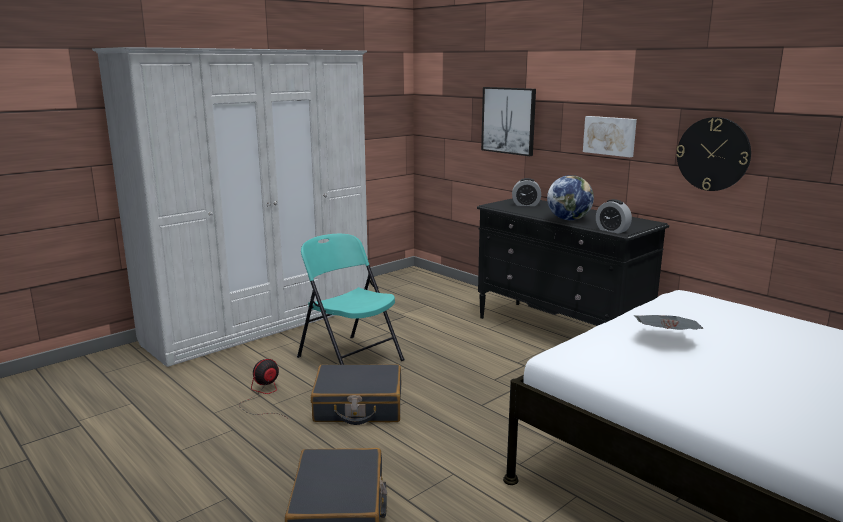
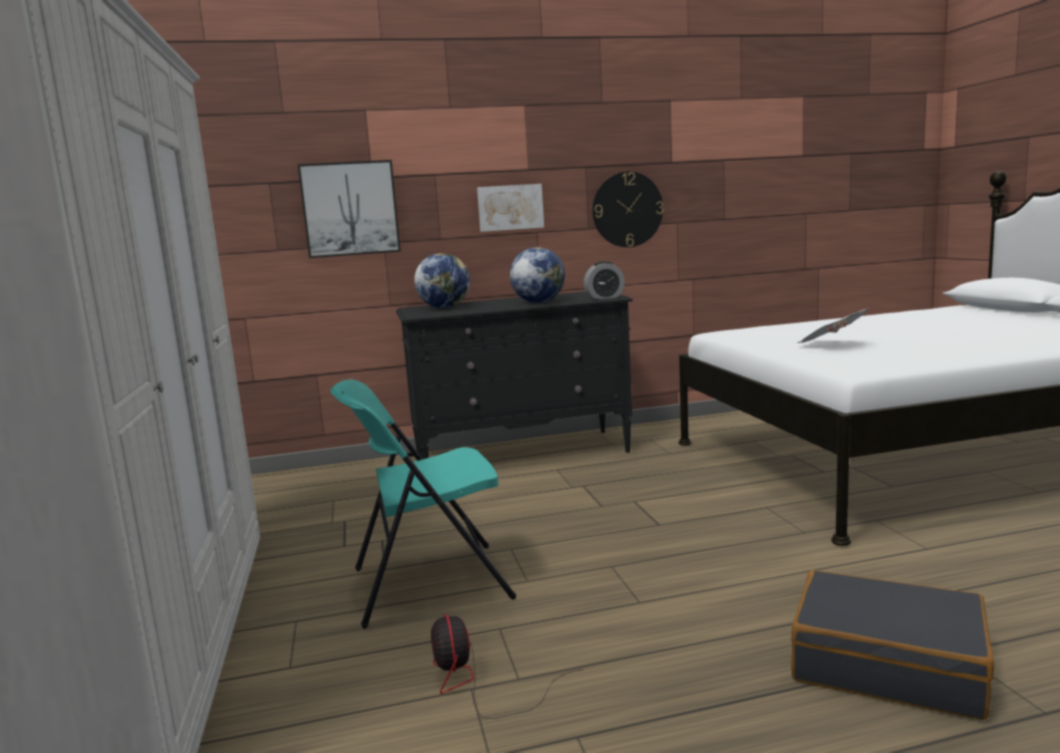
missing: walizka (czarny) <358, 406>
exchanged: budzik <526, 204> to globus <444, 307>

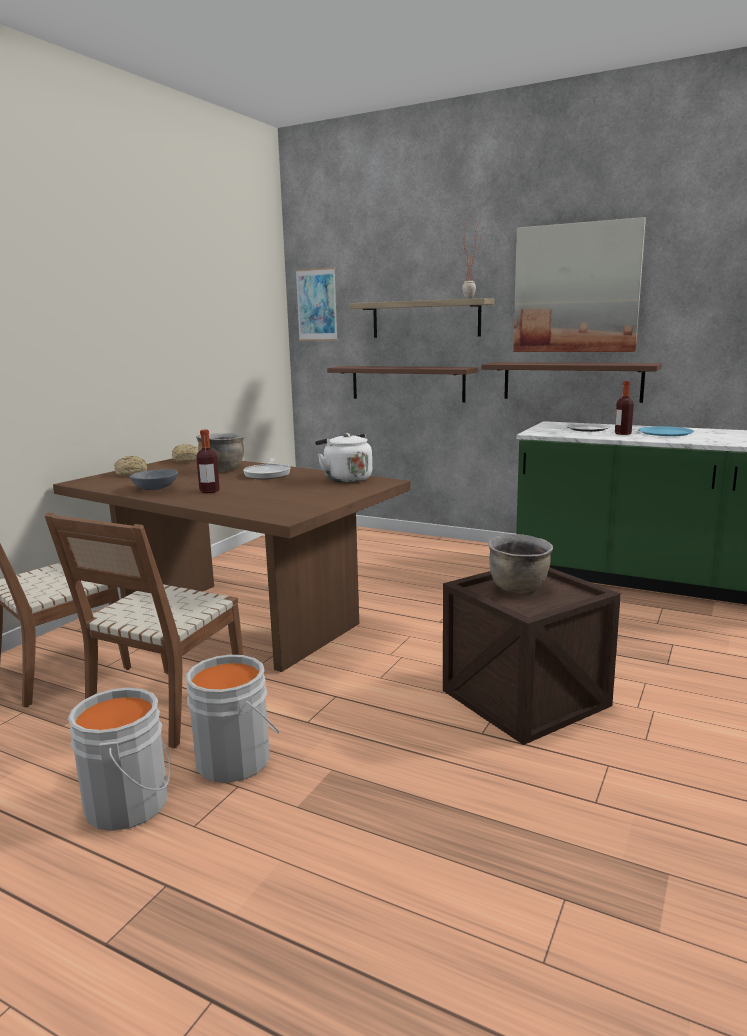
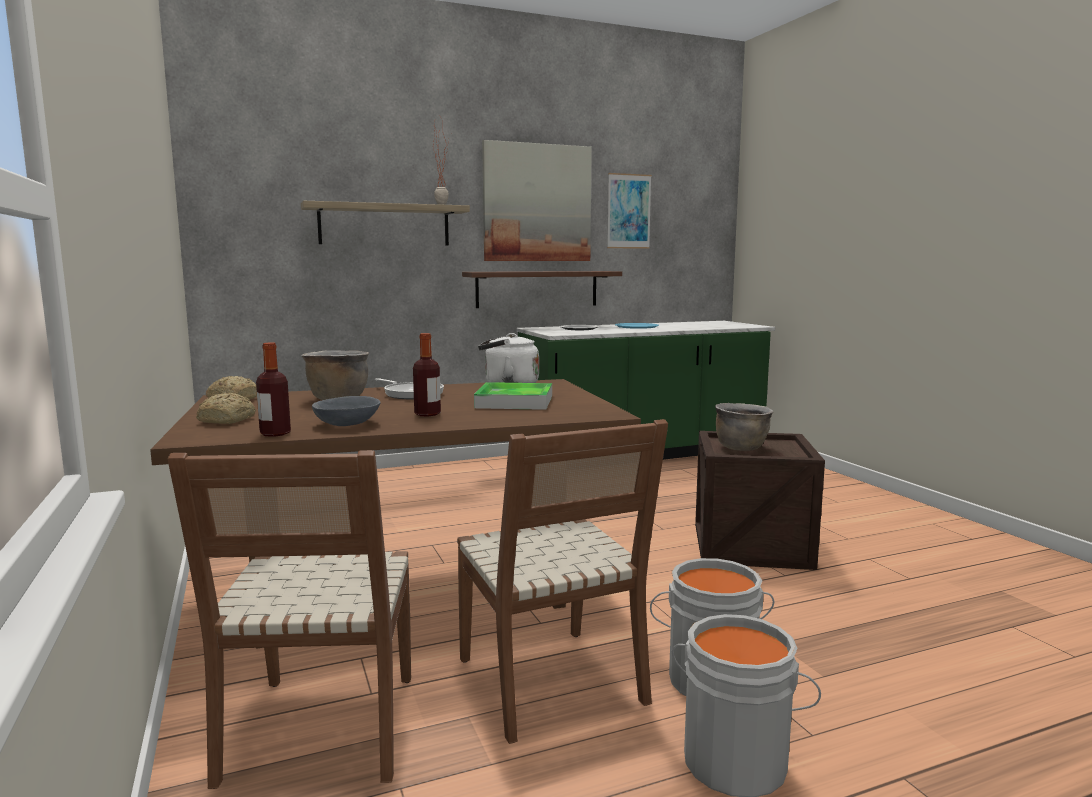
missing: półka (brązowy) <407, 383>
appeared: taca <514, 402>
relocated: obraz <317, 305> to <629, 211>; butelka <622, 433> to <275, 433>

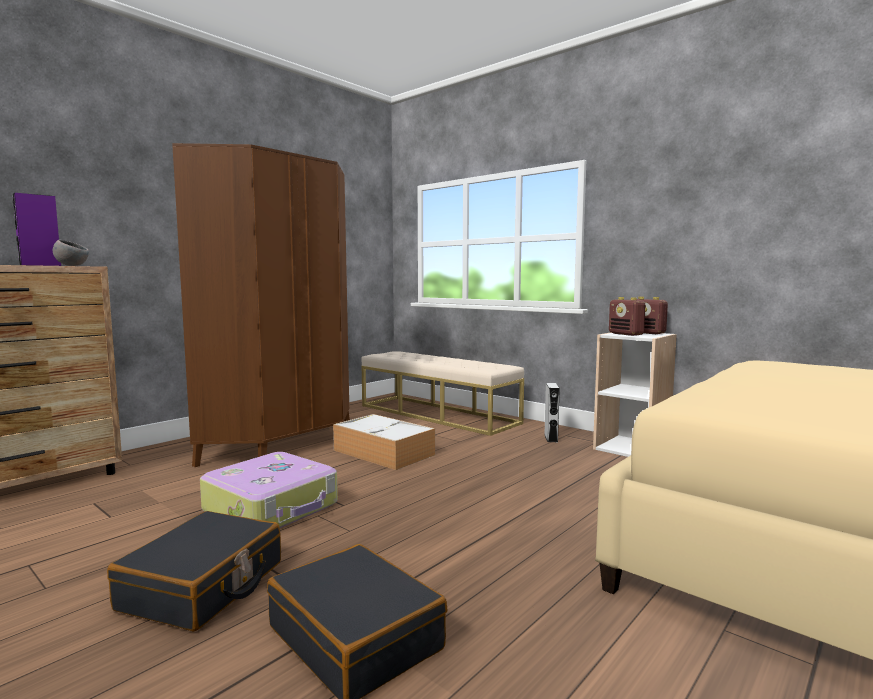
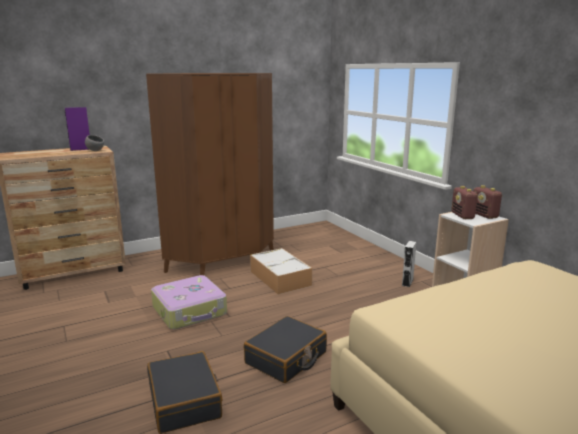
missing: ławka (beżowy) <437, 414>
relocated: walizka (czarny) <203, 586> to <286, 358>

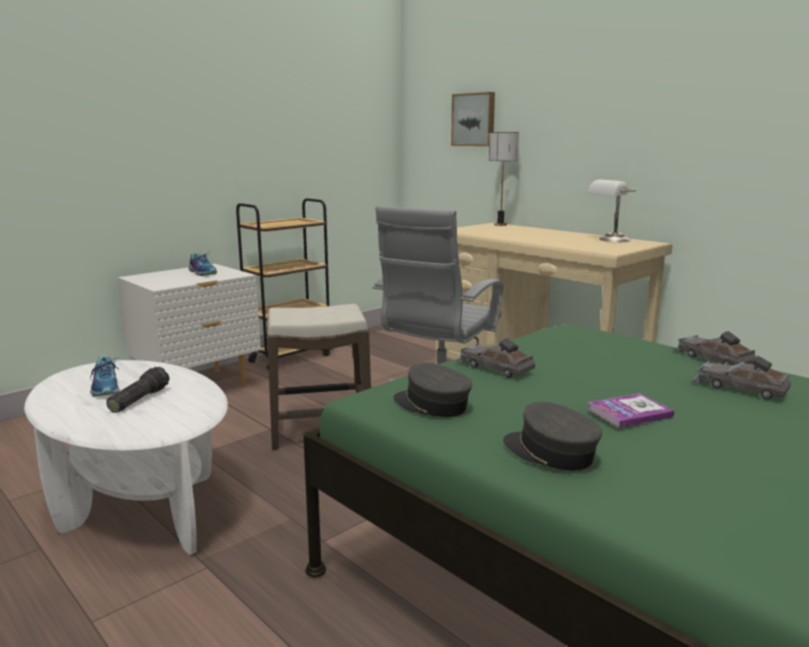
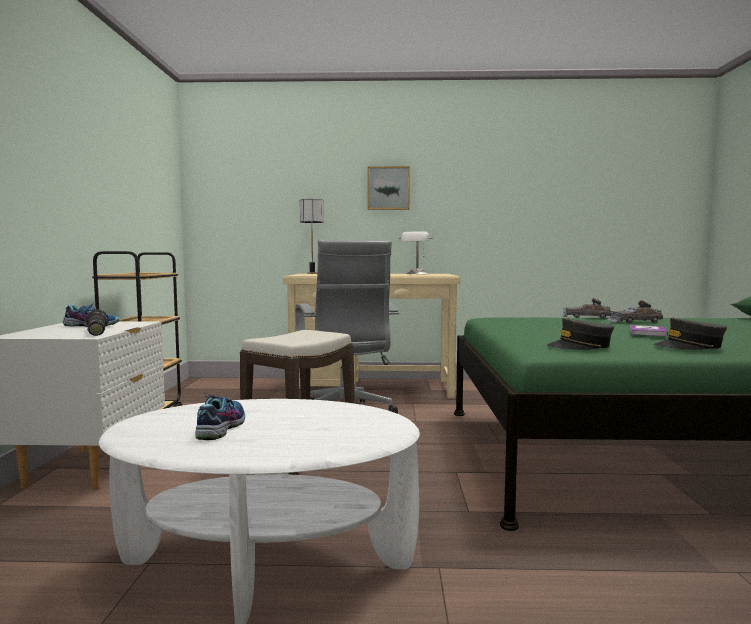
missing: samochodzik (szary) <494, 367>
relocated: obraz <474, 119> to <388, 188>; latarka <138, 399> to <96, 332>
spun: but <106, 387> = <220, 427> 105 degrees counterclockwise

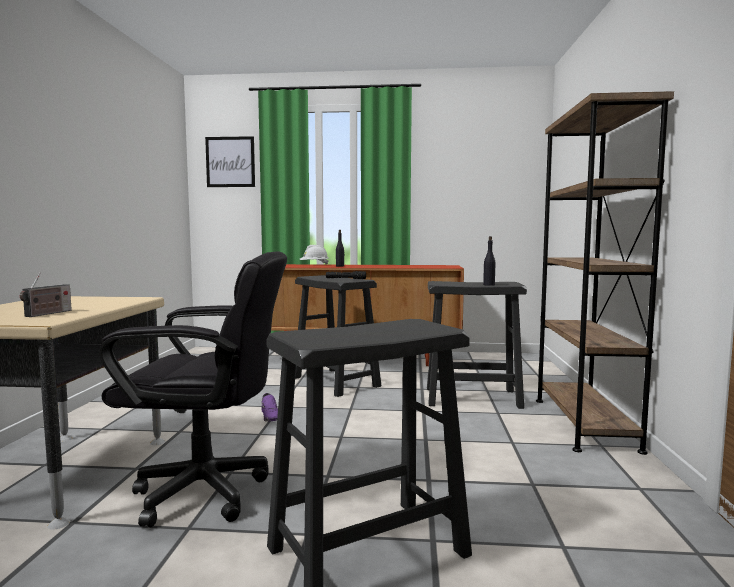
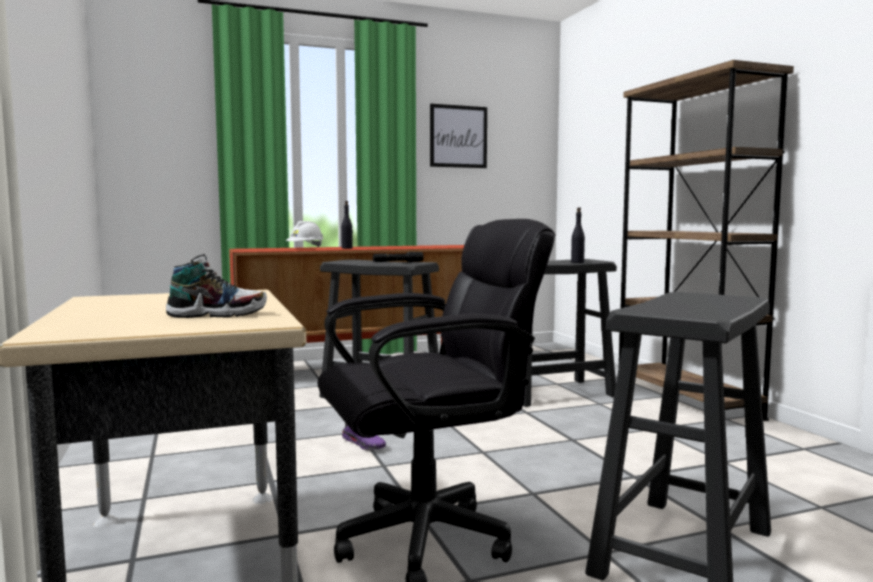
relocated: obraz <230, 162> to <458, 136>
exchanged: radio <47, 314> to but <217, 315>

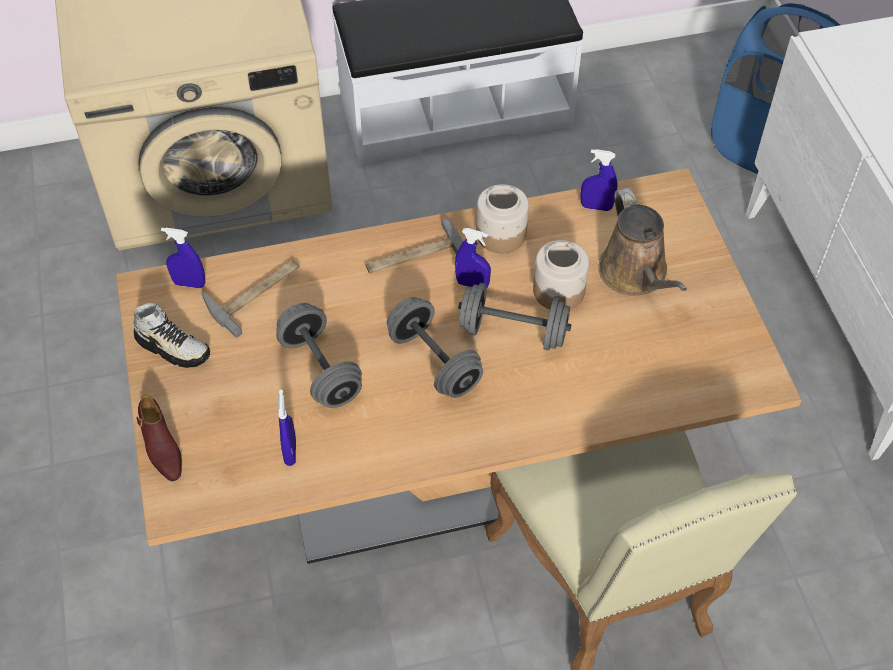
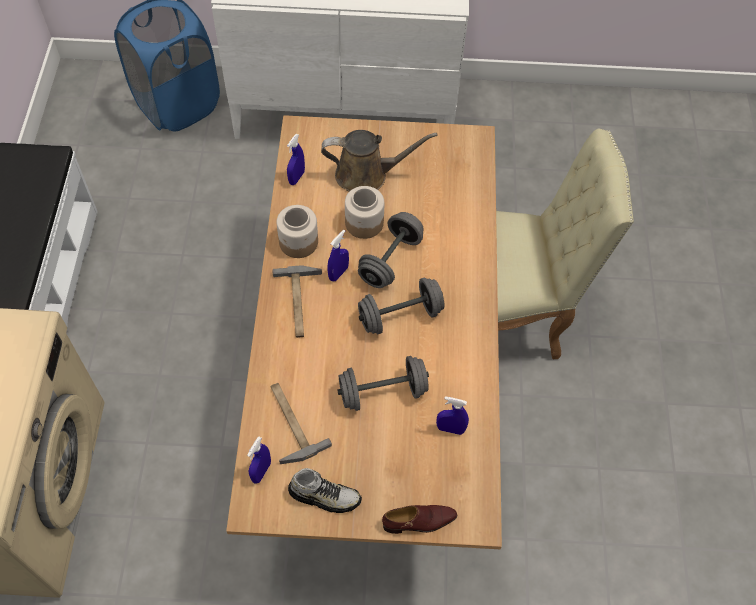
spun: but <173, 348> = <325, 496> 60 degrees clockwise

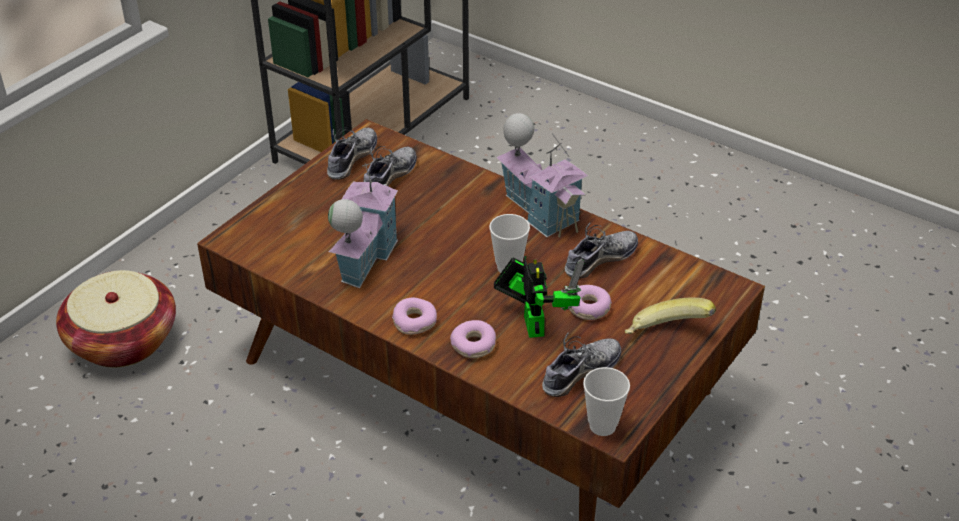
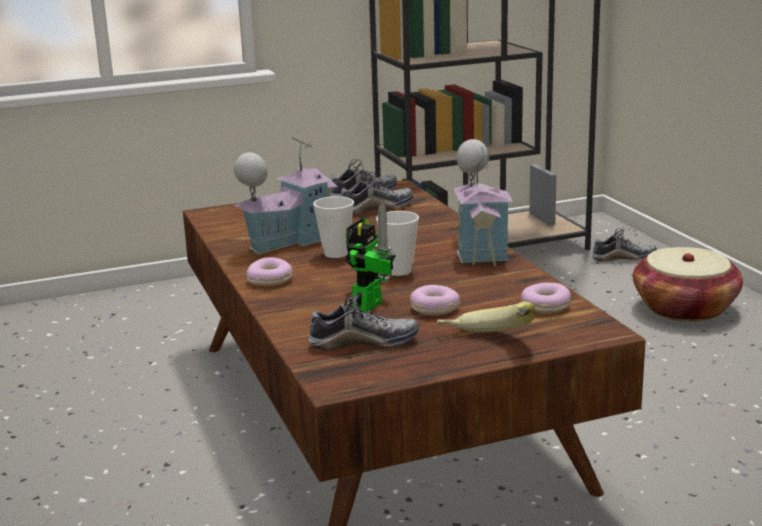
relocated: but <600, 260> to <623, 258>; koszyk <123, 341> to <684, 308>; donut <474, 345> to <545, 306>; filiżanka <602, 426> to <336, 253>

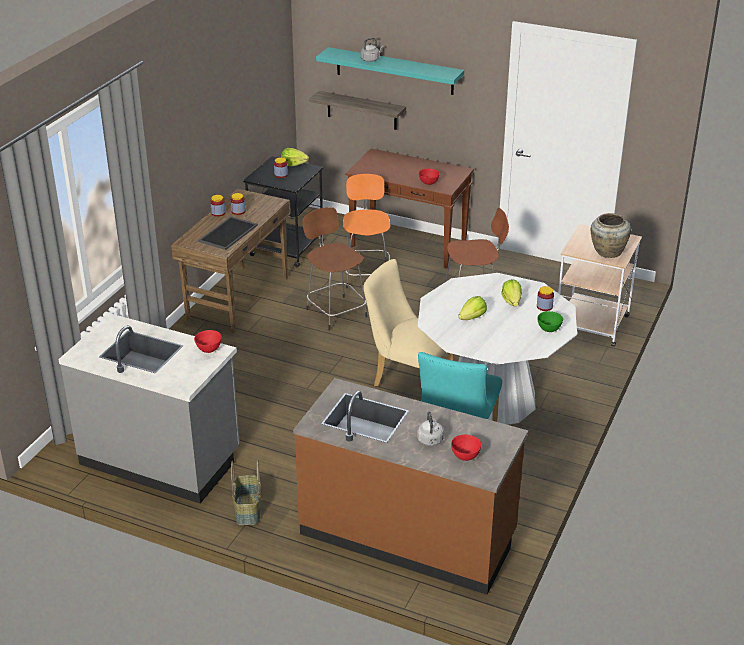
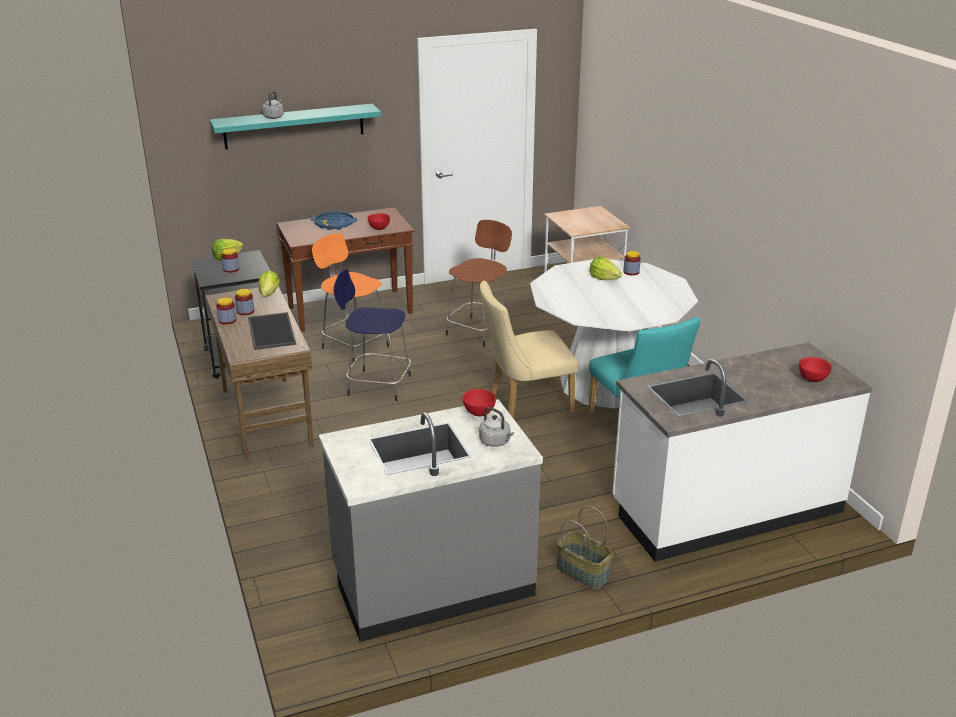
missing: półka <362, 110>; wazon (beżowy) <607, 252>; miska (zielony) <548, 329>
appeared: taca (niebieski) <334, 224>
relocated: sałata <472, 317> to <269, 294>; czajnik (szary) <430, 441> to <496, 442>
colour: stołek (brązowy) <335, 312> to stołek (niebieski) <377, 385>; zabudowa kuchenna (brązowy) <408, 535> to zabudowa kuchenna (biały) <725, 508>

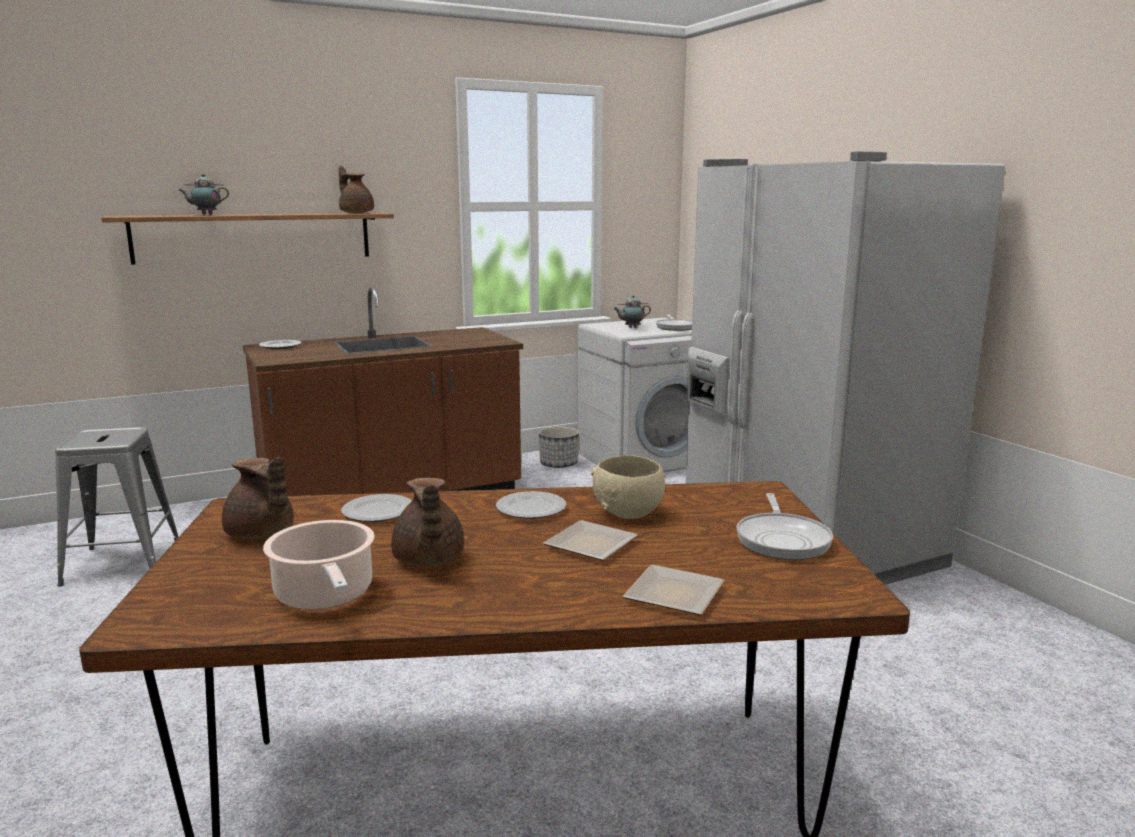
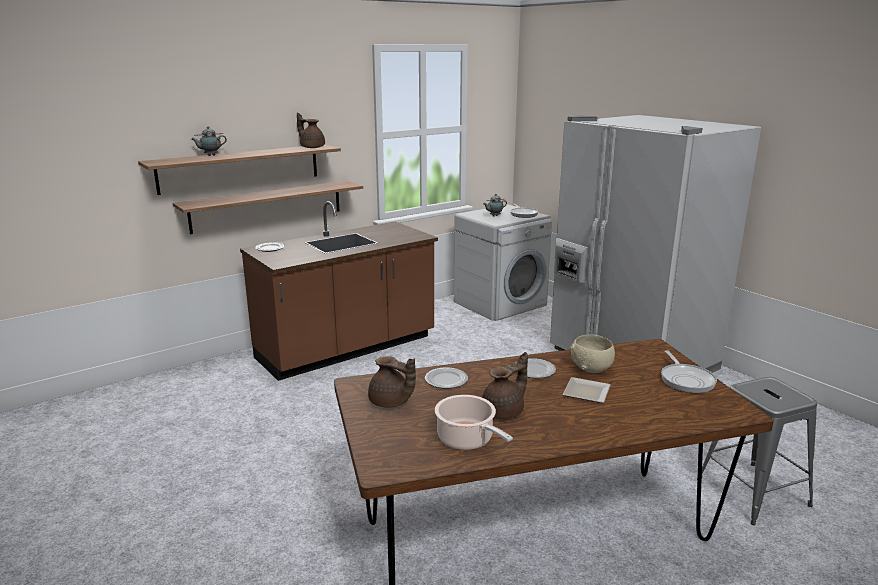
missing: donica <559, 464>; talerz <672, 593>
appeared: półka <267, 206>
relocated: stołek (szary) <122, 562> to <752, 492>
spun: imbryk (brązowy) <428, 561> = <504, 412> 105 degrees counterclockwise

